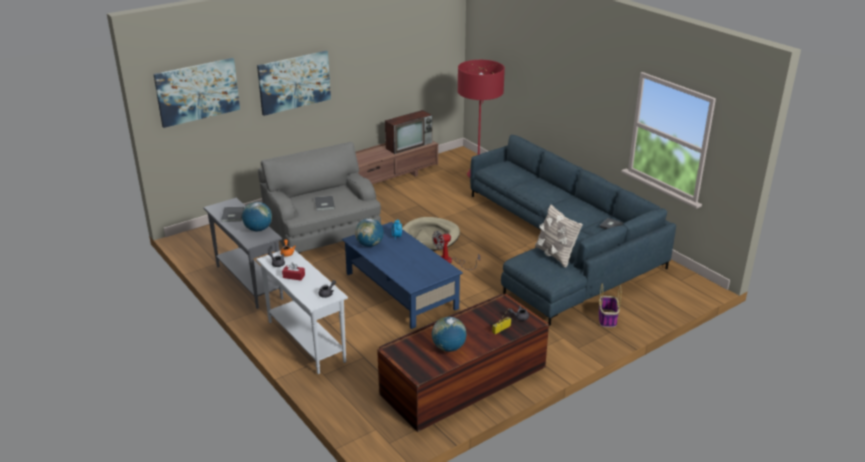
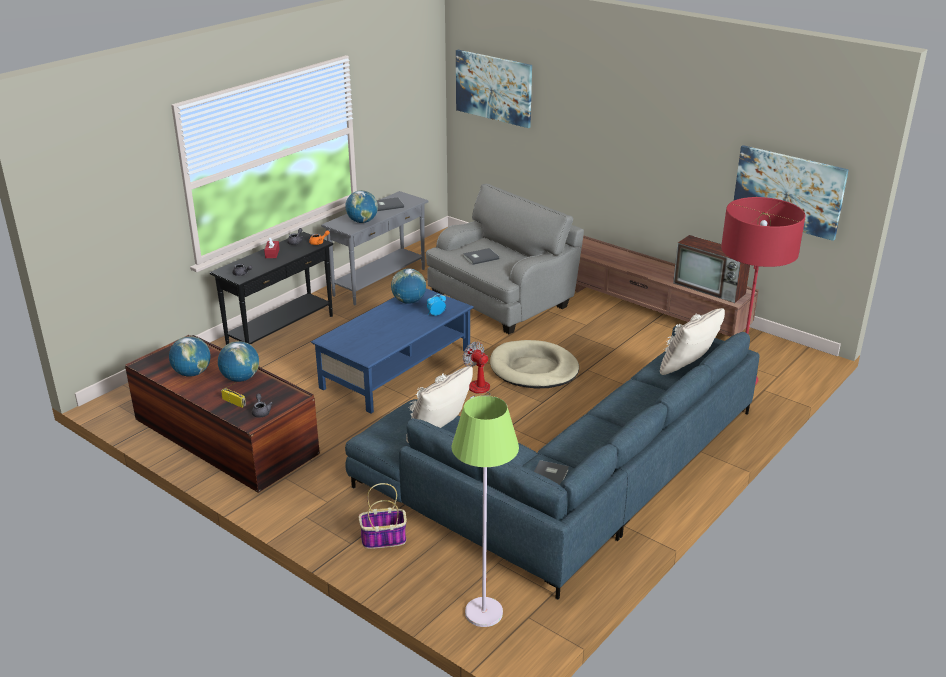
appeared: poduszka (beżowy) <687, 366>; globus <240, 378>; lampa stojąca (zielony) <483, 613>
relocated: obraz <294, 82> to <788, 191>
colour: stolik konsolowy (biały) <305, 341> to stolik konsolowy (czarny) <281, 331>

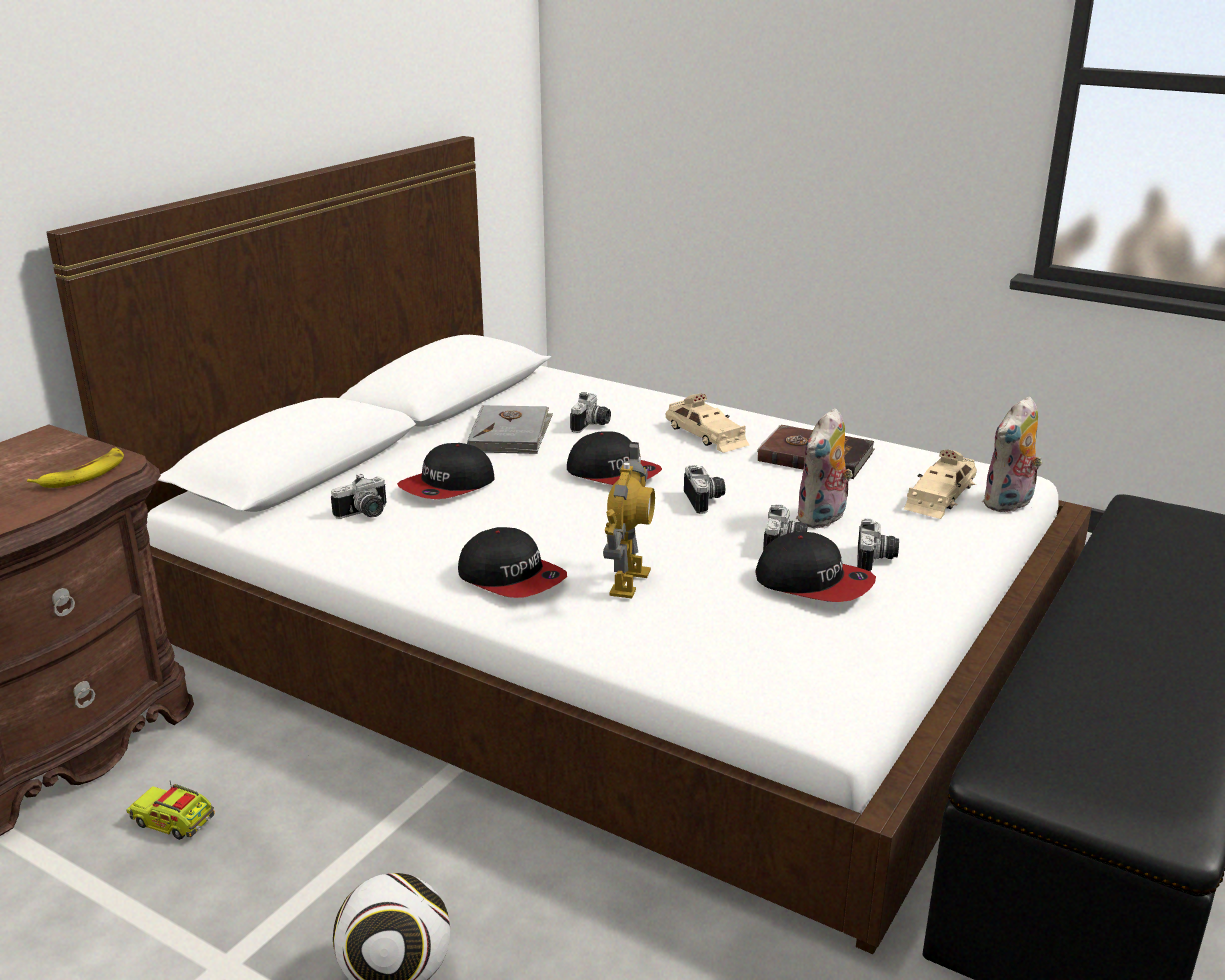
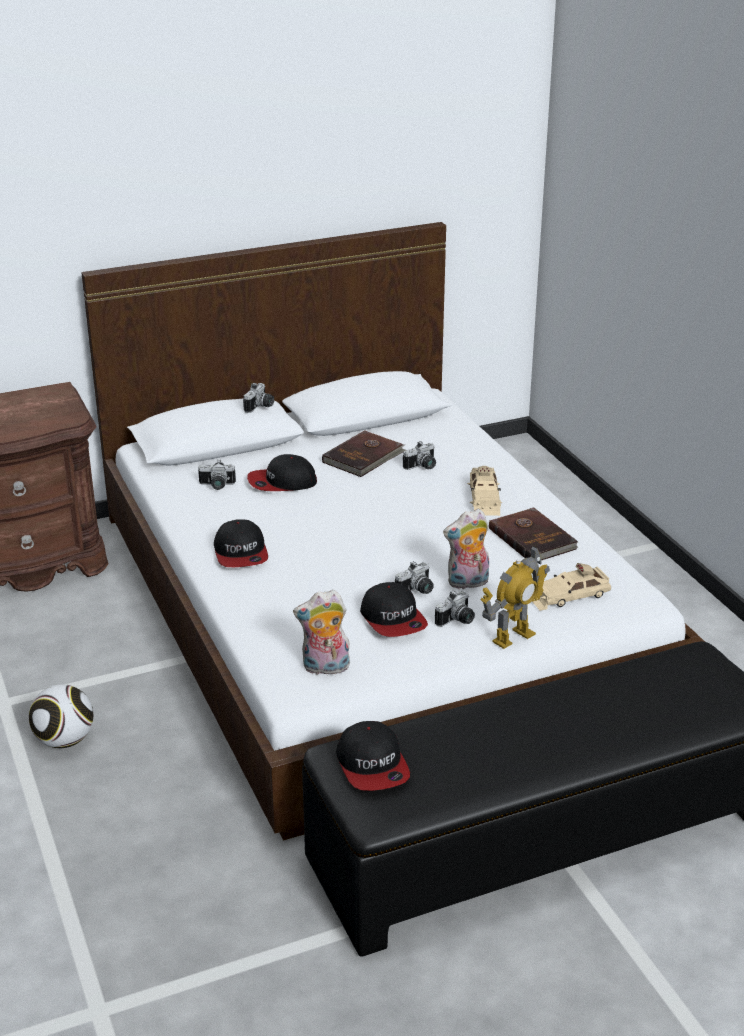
missing: banan <84, 474>; ciężarówka zabawkowa <173, 822>
relocated: pluszak <1009, 504> to <325, 668>; czapka z daszkiem <613, 473> to <373, 766>; robot zabawkowy <628, 582> to <513, 637>; aparat fotograficzny <706, 501> to <260, 407>
colour: książka (szary) <511, 434> to książka (brązowy) <364, 457>

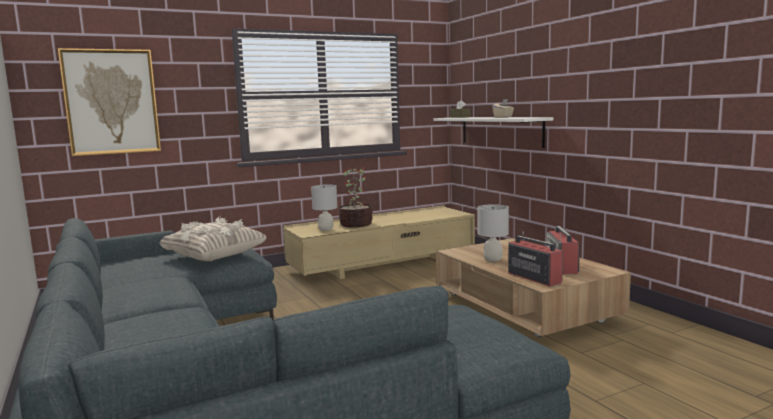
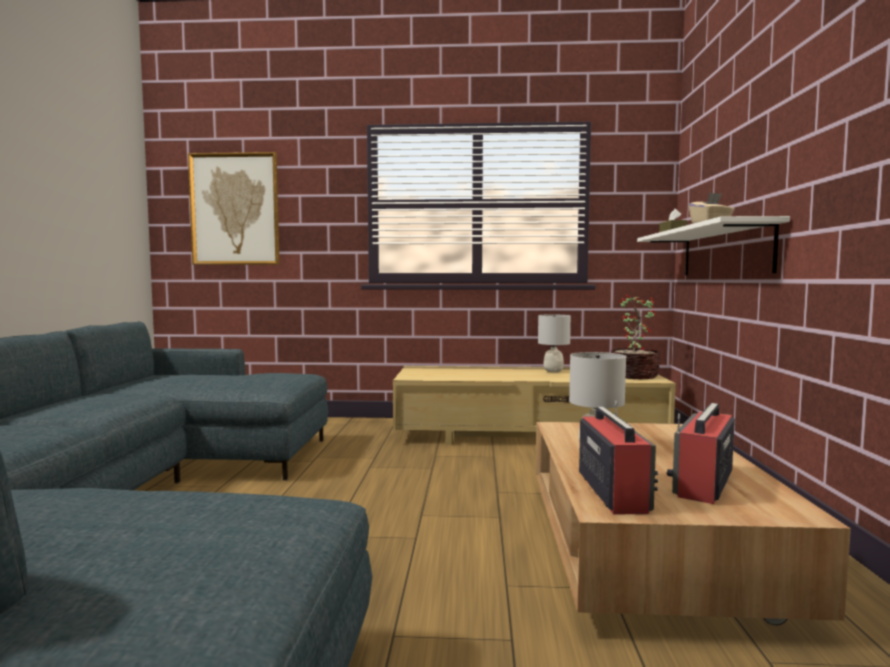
missing: poduszka (beżowy) <214, 256>
relocated: roślina doniczkowa <356, 224> to <634, 376>; lampa stołowa (szary) <326, 229> to <553, 371>

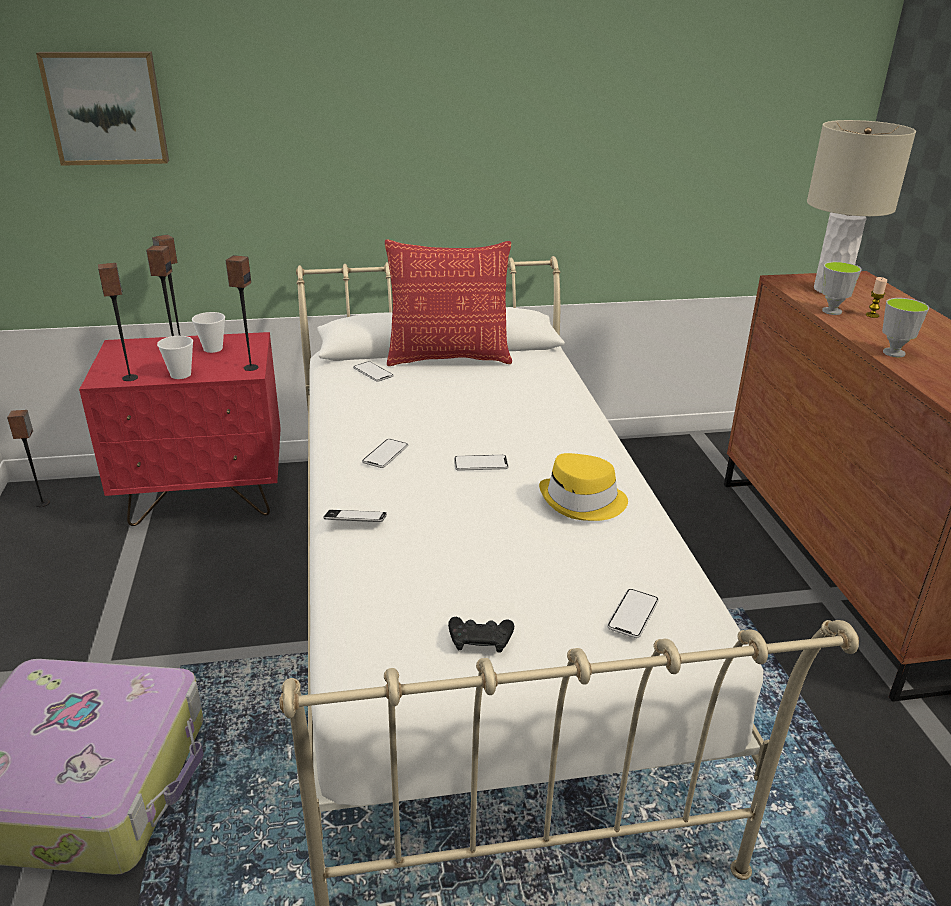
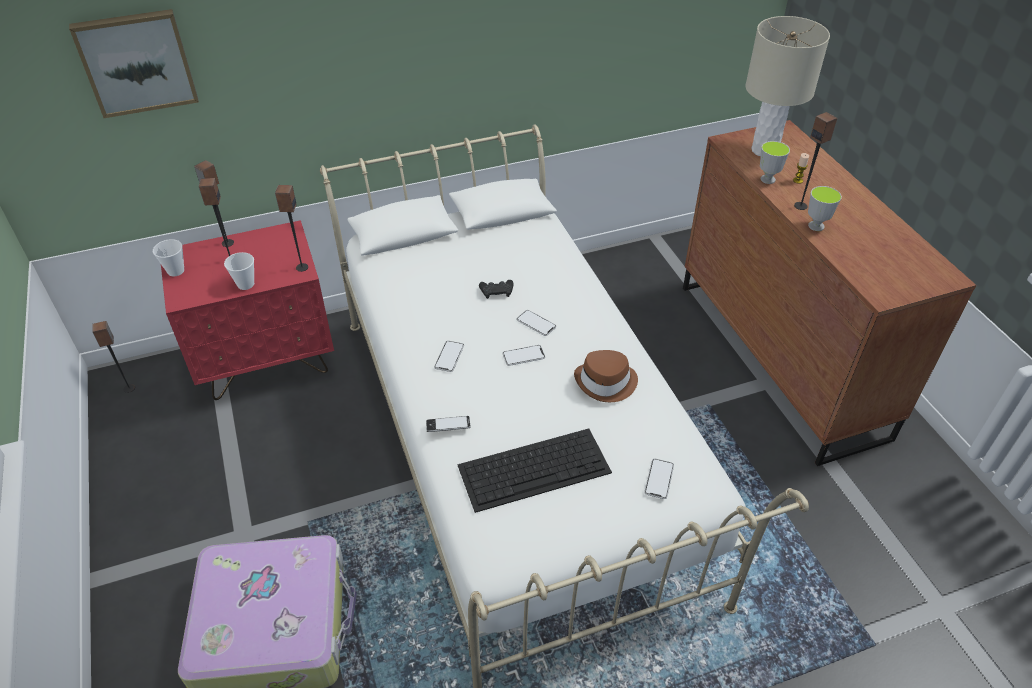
missing: poduszka (czerwony) <449, 358>
appeared: klawiatura <535, 468>
relocated: głośnik <130, 378> to <801, 206>; filiżanka <213, 349> to <176, 271>; telefon <373, 372> to <536, 323>; pad do gier (czarny) <480, 639> to <496, 291>
colour: kapelusz (żółty) <583, 502> to kapelusz (brązowy) <606, 383>

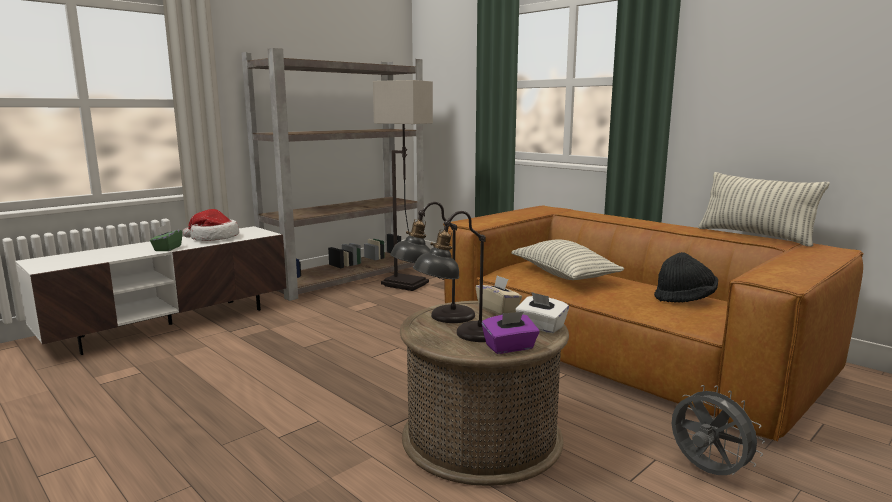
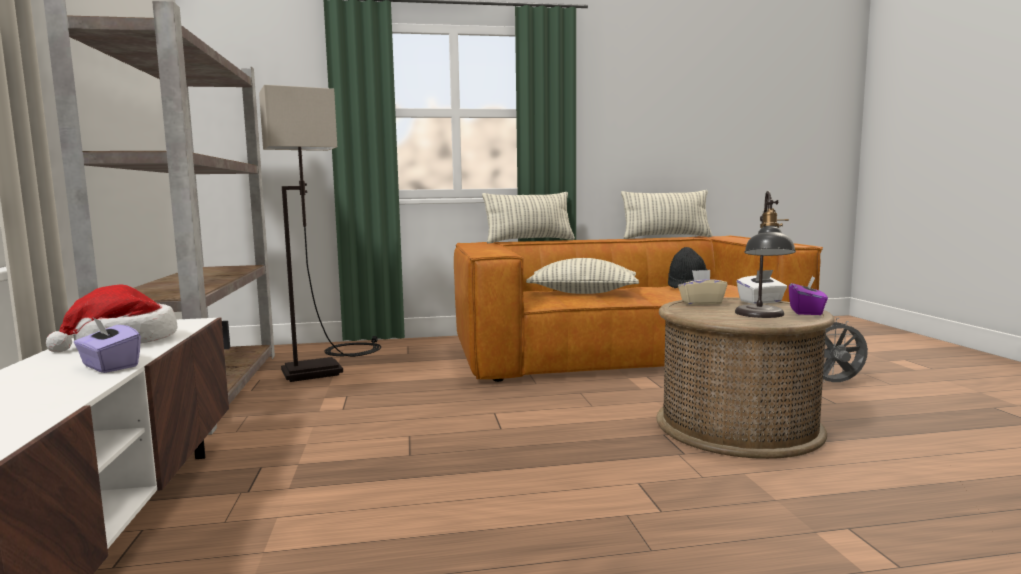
missing: lampa stołowa (szary) <435, 318>
appeared: poduszka <529, 241>
colour: pudełko chusteczek (zielony) <167, 248> to pudełko chusteczek (fioletowy) <109, 366>

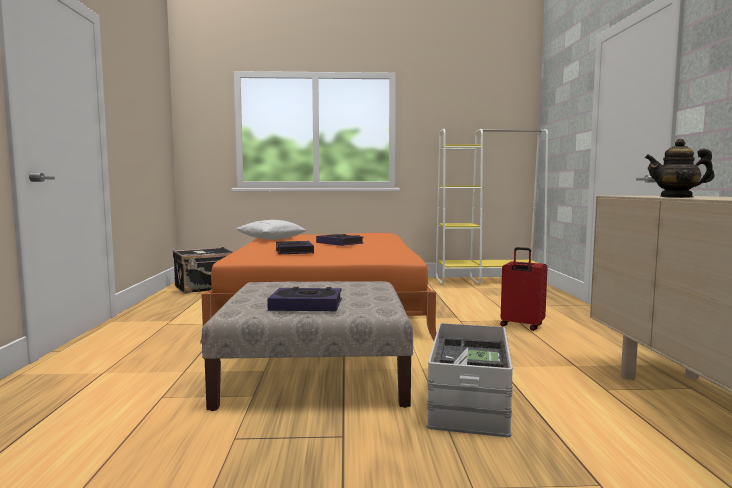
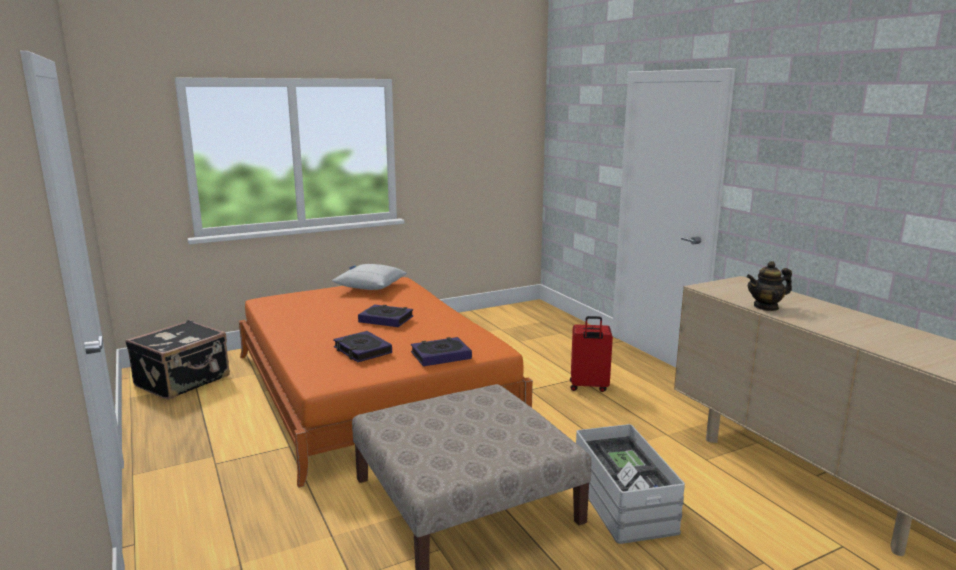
missing: wieszak (żółty) <489, 281>
relocated: poduszka (szary) <271, 239> to <370, 287>; książka <306, 305> to <440, 355>

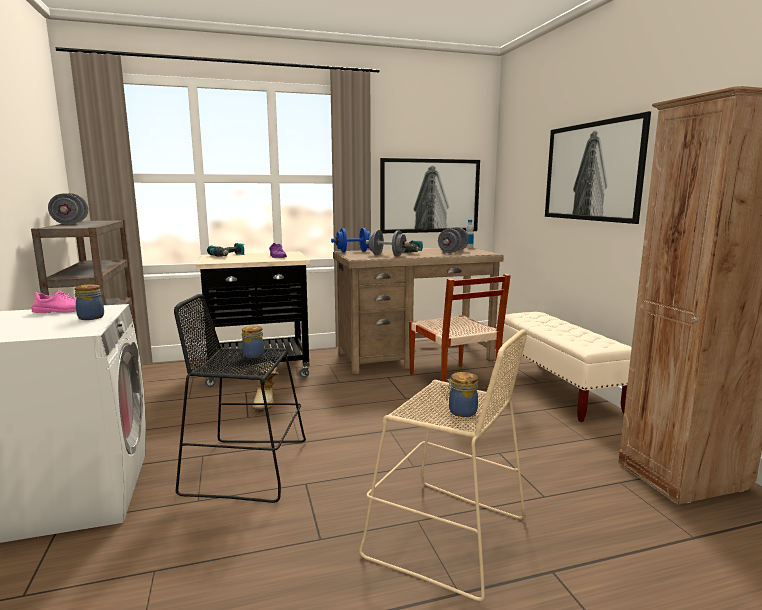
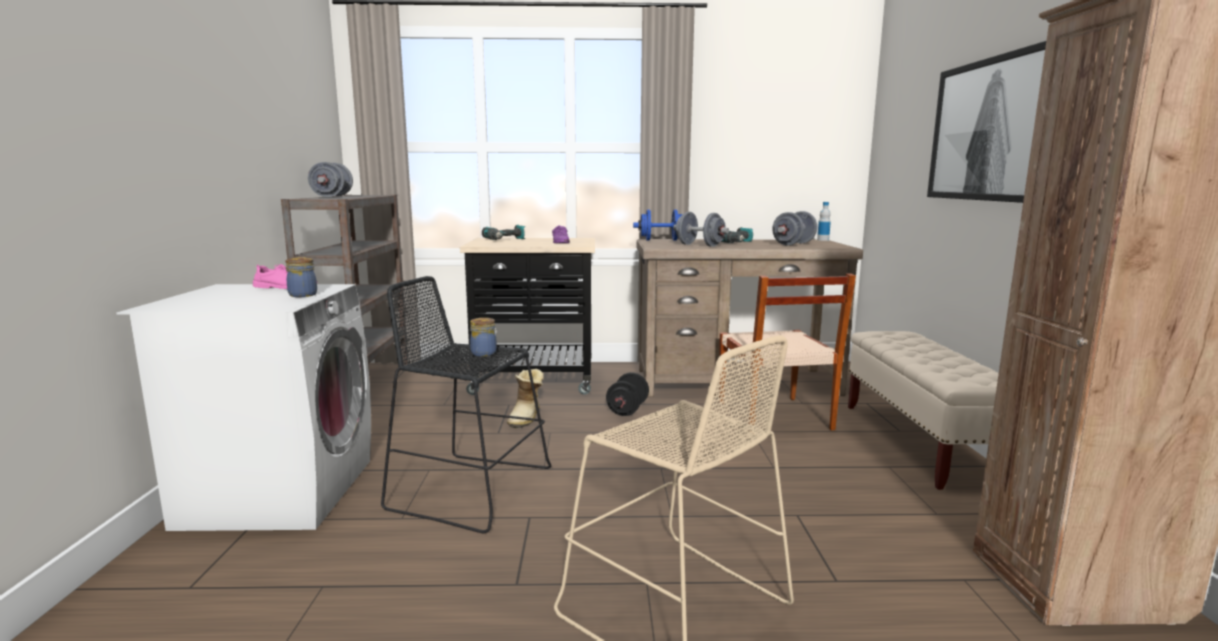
missing: obraz <430, 196>; słoik <461, 412>
appeared: hantel (czarny) <627, 410>

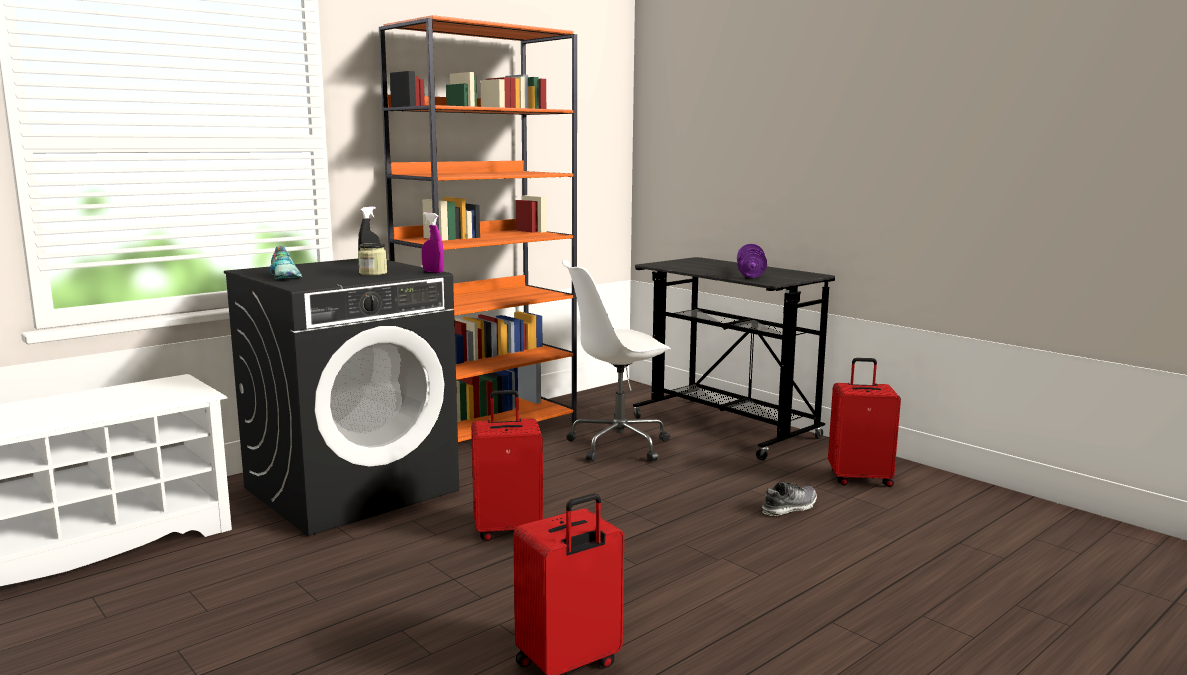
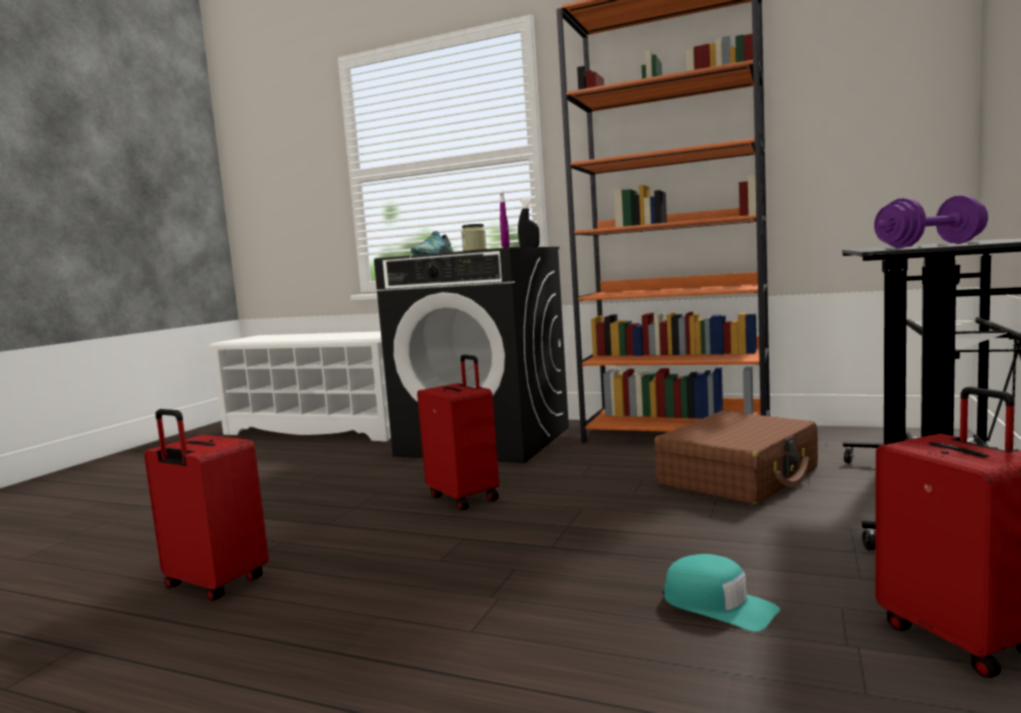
exchanged: krzesło biurowe (biały) <616, 446> to walizka (brązowy) <739, 477>; but <789, 508> to czapka z daszkiem (turkusowy) <718, 605>

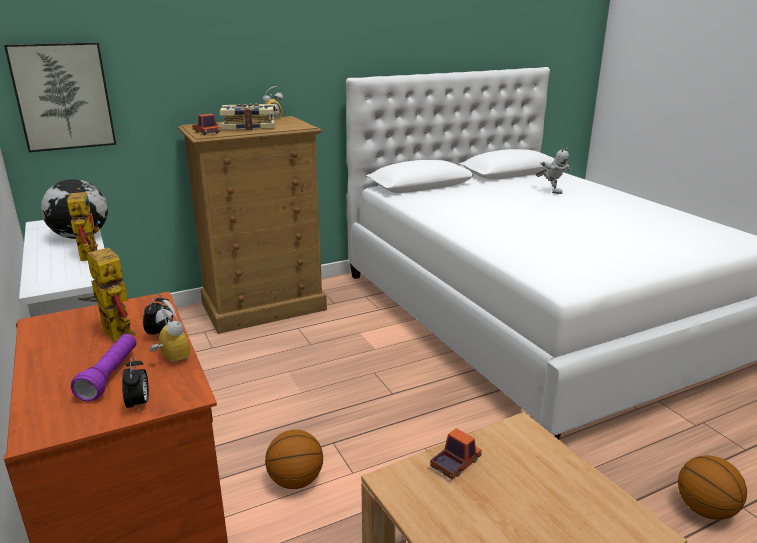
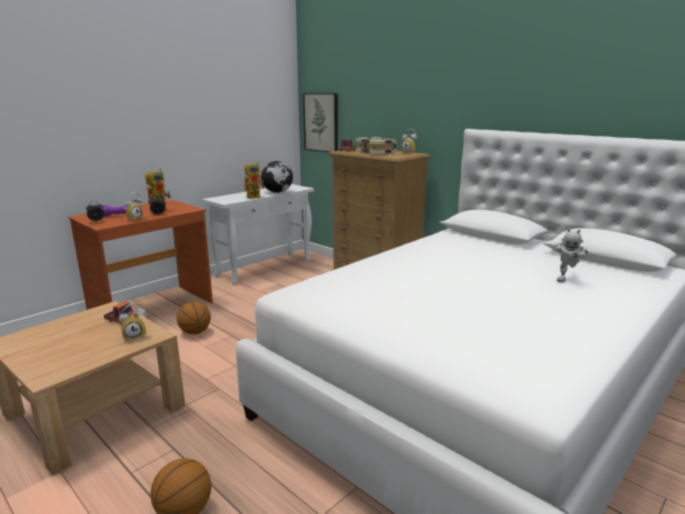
appeared: budzik <135, 336>

